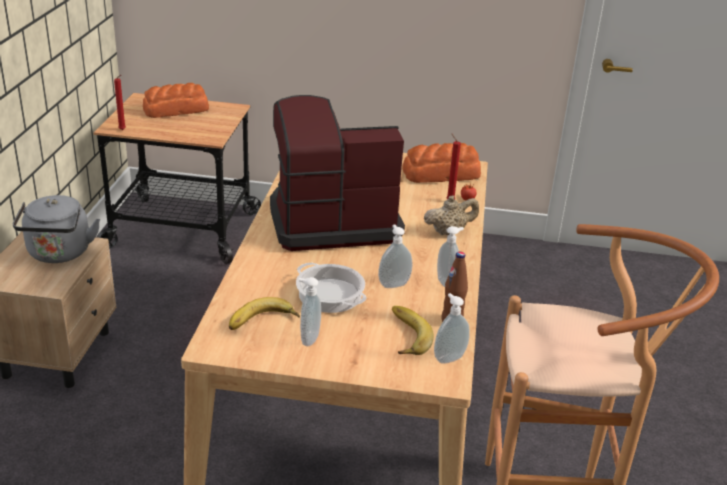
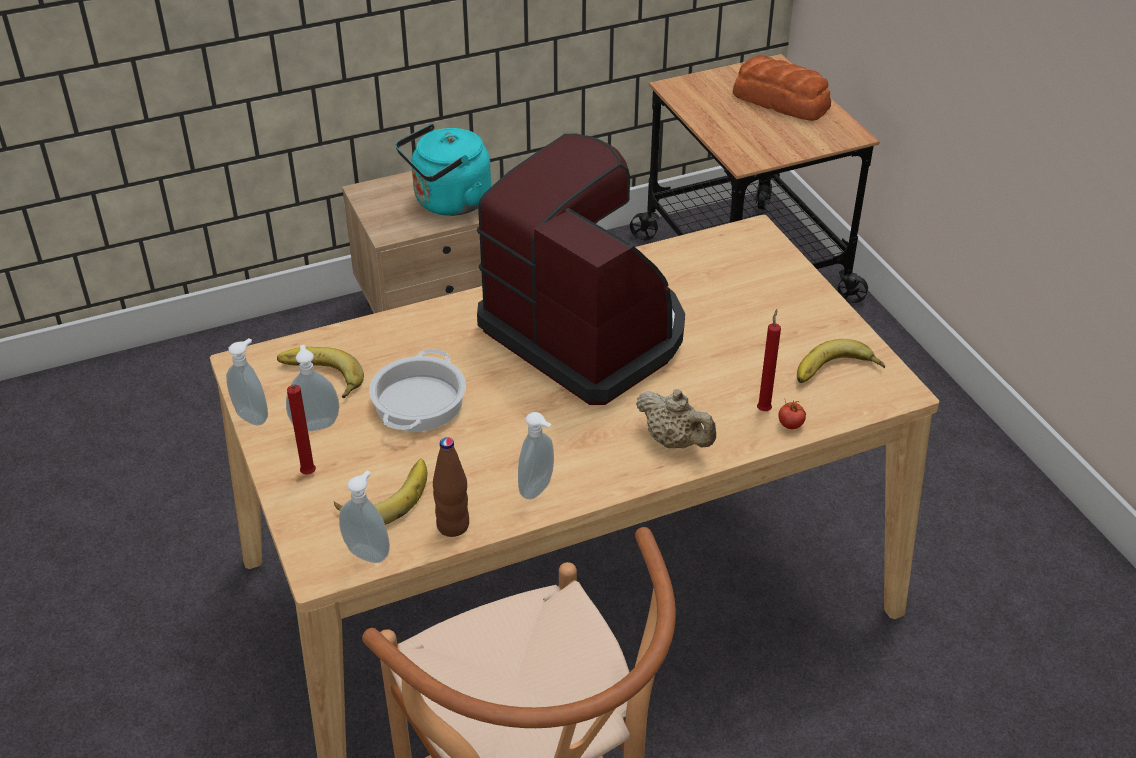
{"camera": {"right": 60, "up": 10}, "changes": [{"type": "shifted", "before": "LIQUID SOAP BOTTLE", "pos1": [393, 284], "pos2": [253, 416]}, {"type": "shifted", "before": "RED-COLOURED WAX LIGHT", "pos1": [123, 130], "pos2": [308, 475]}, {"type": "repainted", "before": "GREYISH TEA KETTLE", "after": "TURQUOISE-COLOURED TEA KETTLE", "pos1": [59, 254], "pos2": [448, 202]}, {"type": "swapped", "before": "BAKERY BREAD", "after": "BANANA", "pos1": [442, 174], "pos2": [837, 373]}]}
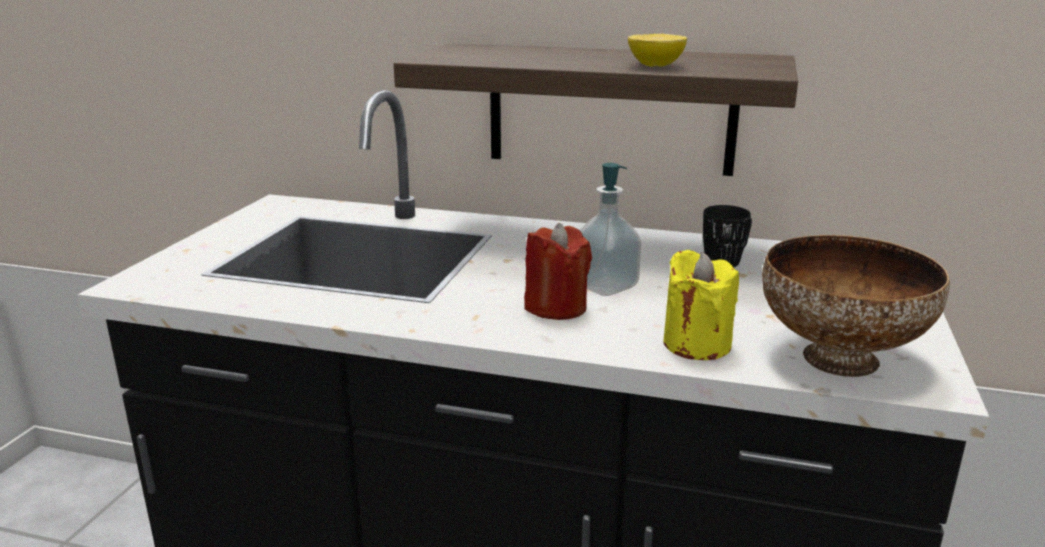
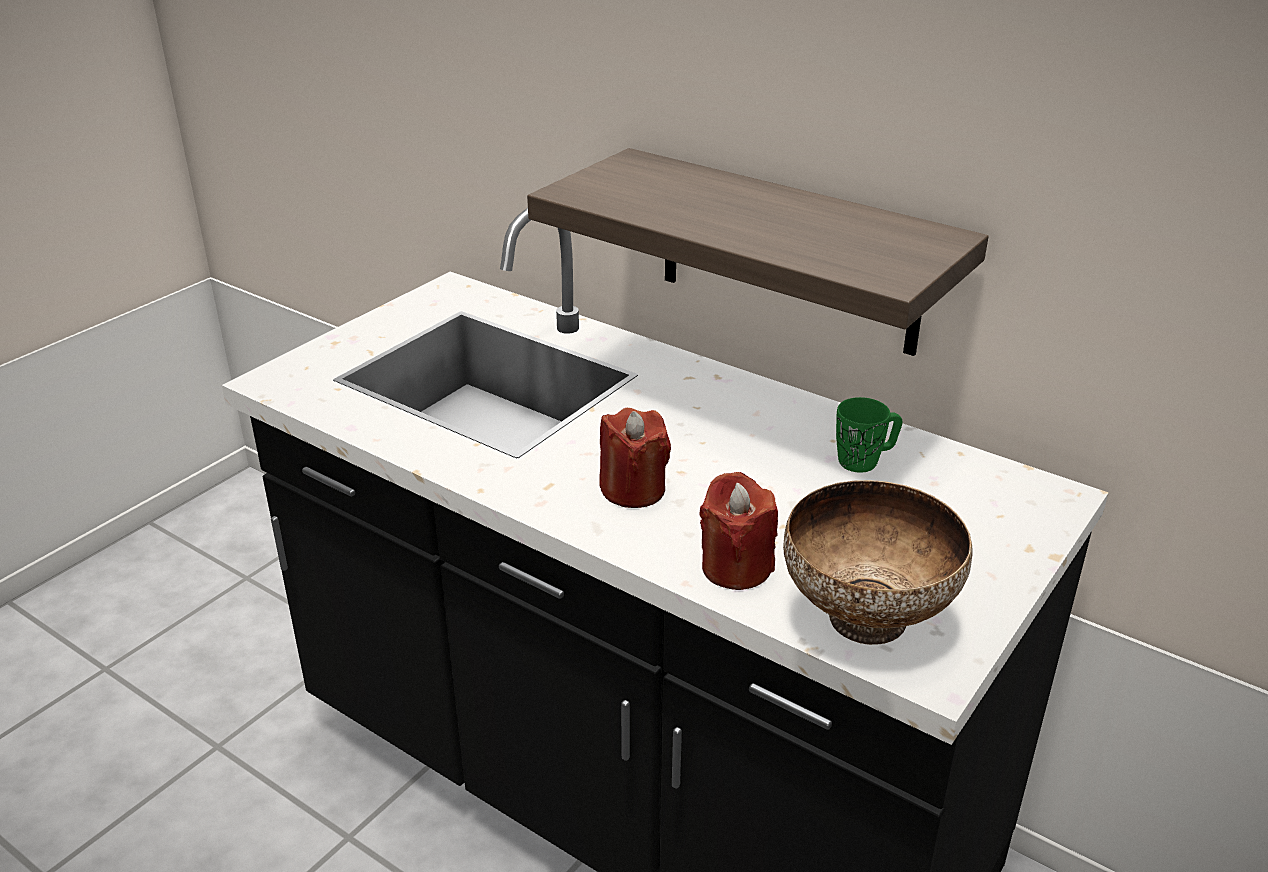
{"camera": {"right": 20, "up": 10}, "changes": [{"type": "repainted", "before": "YELLOWISH WAX LIGHT", "after": "RED-COLOURED WAX LIGHT", "pos1": [696, 344], "pos2": [736, 567]}, {"type": "repainted", "before": "BLACK-COLOURED TEA MUG", "after": "GREEN TEA MUG", "pos1": [727, 260], "pos2": [865, 460]}, {"type": "gone", "before": "LIQUID SOAP BOTTLE", "pos1": [605, 286]}, {"type": "gone", "before": "WHOLE LEMON", "pos1": [655, 66]}]}
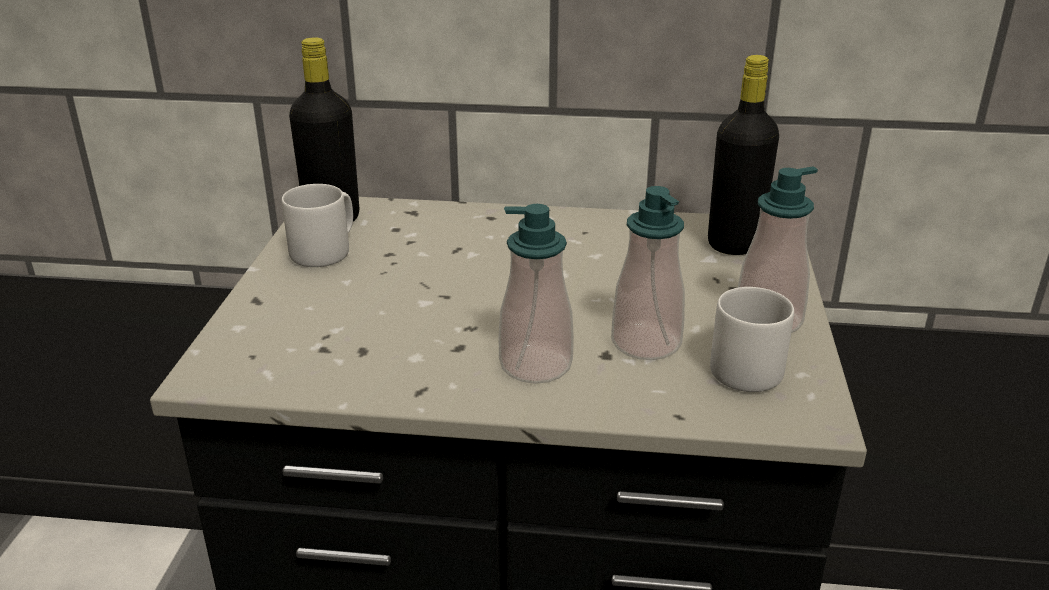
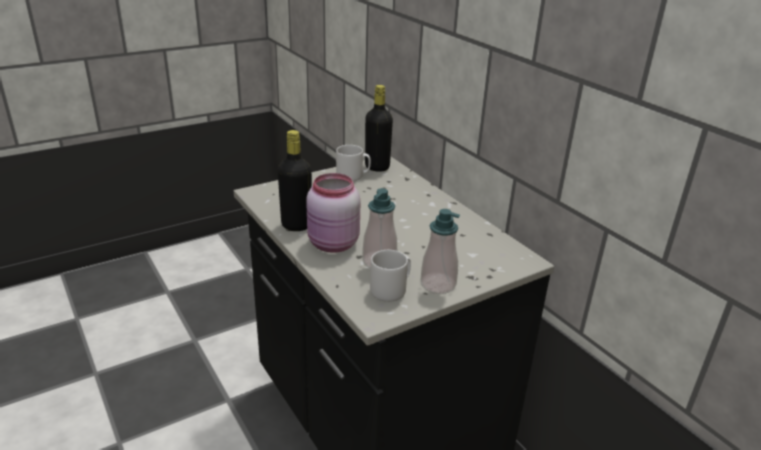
{"camera": {"right": 50, "up": 0}, "changes": [{"type": "shifted", "before": "BLACK-COLOURED BEVERAGE BOTTLE", "pos1": [734, 244], "pos2": [296, 225]}, {"type": "swapped", "before": "LIQUID SOAP BOTTLE", "after": "PINK JAR", "pos1": [535, 365], "pos2": [333, 244]}]}
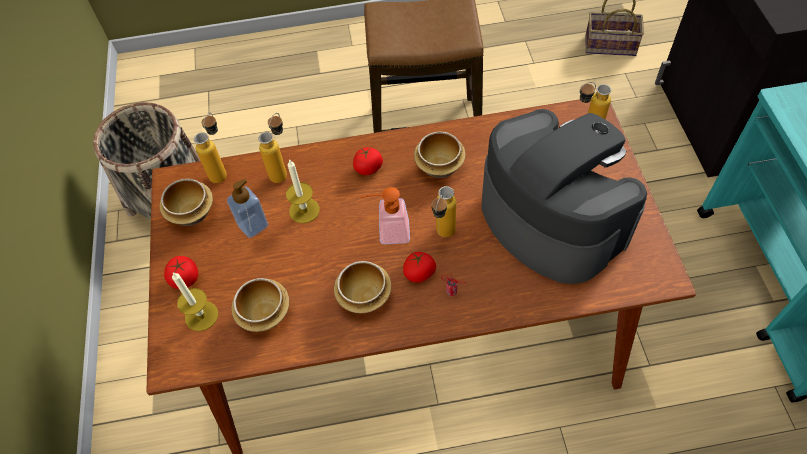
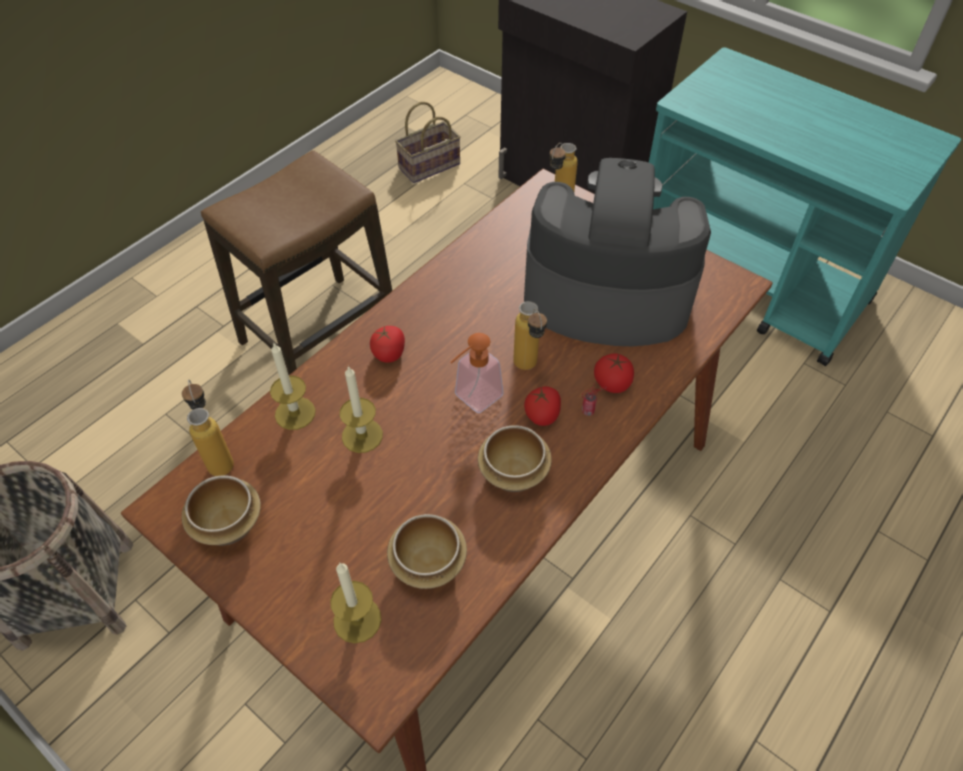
{"camera": {"right": -45, "up": -5}, "changes": [{"type": "swapped", "before": "BEVERAGE BOTTLE", "after": "WAX LIGHT", "pos1": [282, 171], "pos2": [295, 413]}, {"type": "shifted", "before": "TOMATO", "pos1": [185, 279], "pos2": [612, 383]}, {"type": "gone", "before": "LIQUID SOAP BOTTLE", "pos1": [253, 225]}, {"type": "gone", "before": "SERVING BOWL", "pos1": [440, 166]}]}
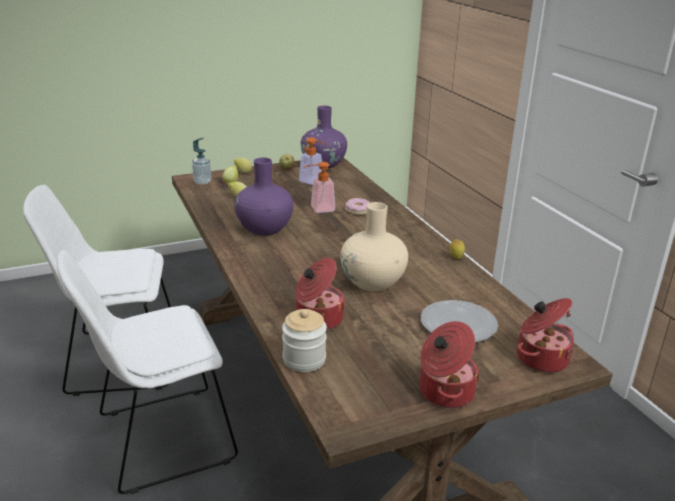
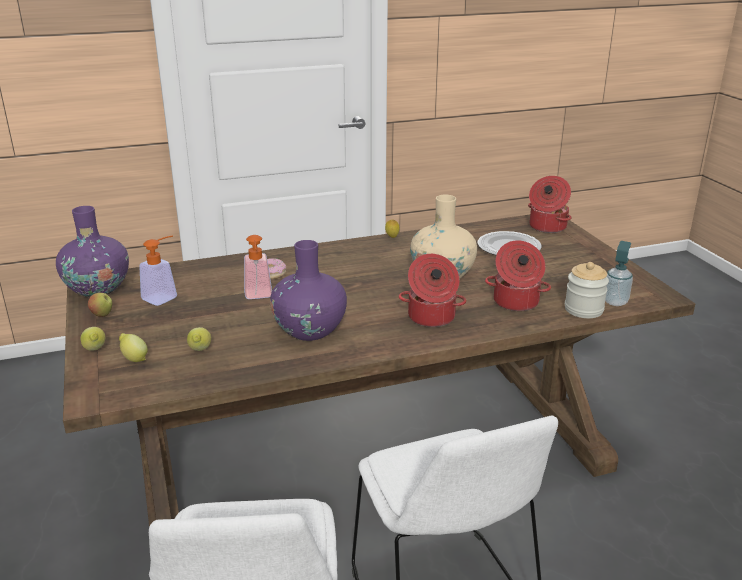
{"camera": {"right": -85, "up": 0}, "changes": [{"type": "shifted", "before": "COOKING POT", "pos1": [444, 392], "pos2": [431, 317]}, {"type": "shifted", "before": "LIQUID SOAP BOTTLE", "pos1": [202, 182], "pos2": [615, 302]}]}
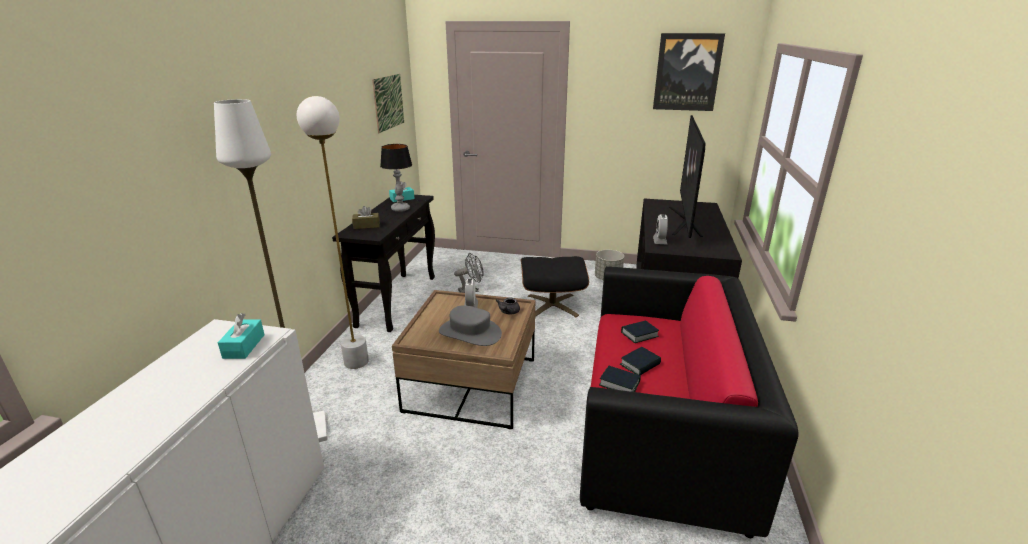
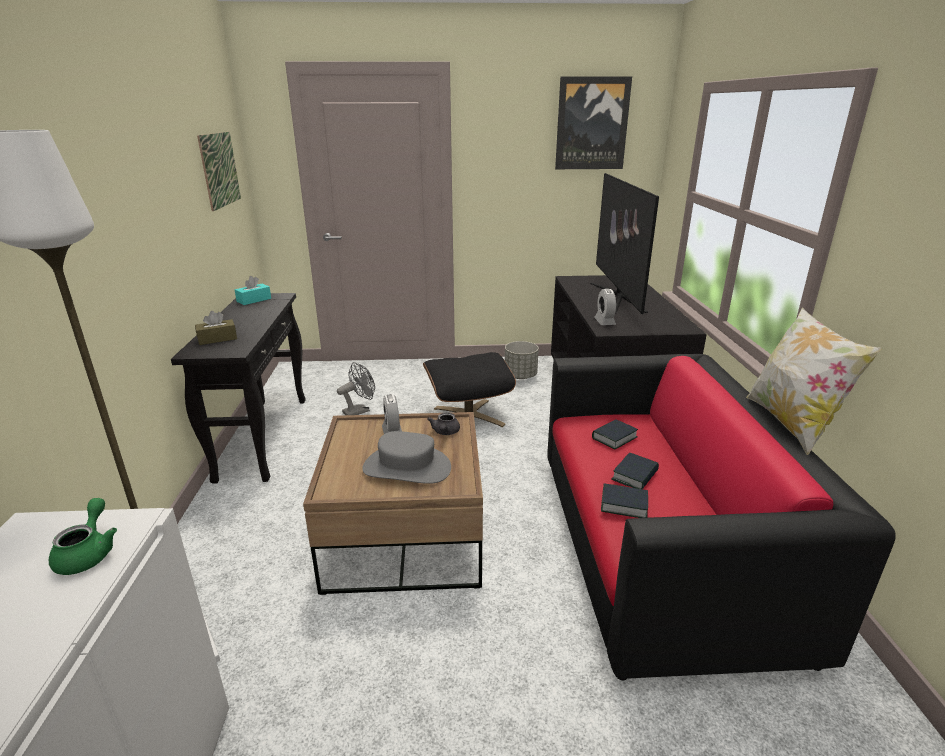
{"camera": {"right": -15, "up": 0}, "changes": [{"type": "swapped", "before": "TURQUOISE-COLOURED BOX OF TISSUES", "after": "GREEN TEA POT", "pos1": [244, 346], "pos2": [89, 553]}, {"type": "new", "after": "PILLOW", "pos2": [791, 423]}, {"type": "gone", "before": "WHITE FLOOR LAMP", "pos1": [356, 362]}, {"type": "gone", "before": "LAMP FOR A TABLE", "pos1": [400, 209]}]}
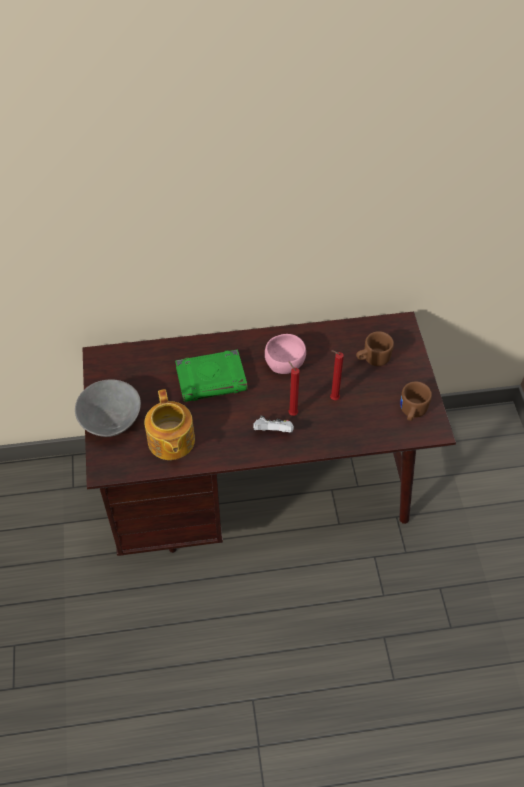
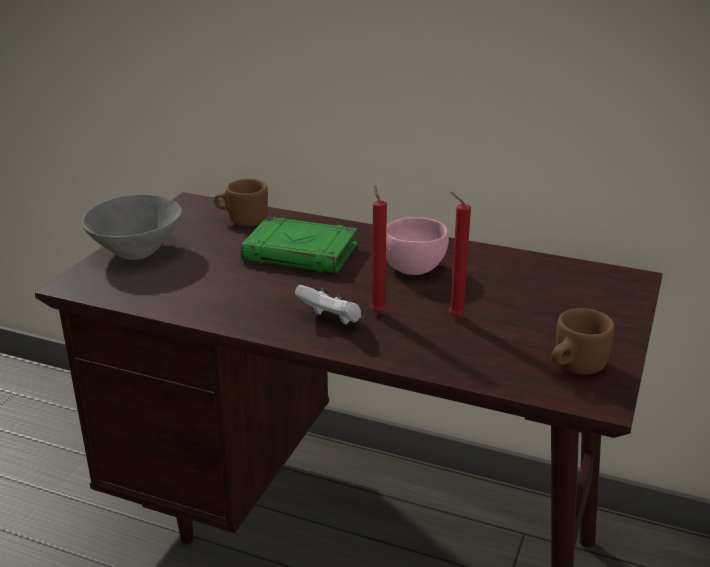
{"camera": {"right": 30, "up": -25}, "changes": [{"type": "shifted", "before": "BROWN-COLOURED TEA MUG", "pos1": [372, 359], "pos2": [242, 220]}, {"type": "gone", "before": "TEA POT", "pos1": [170, 441]}]}
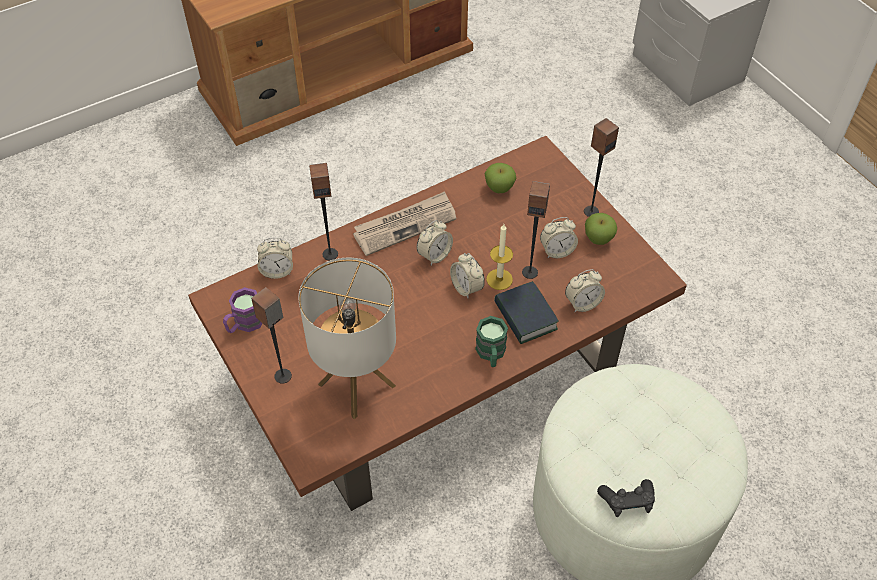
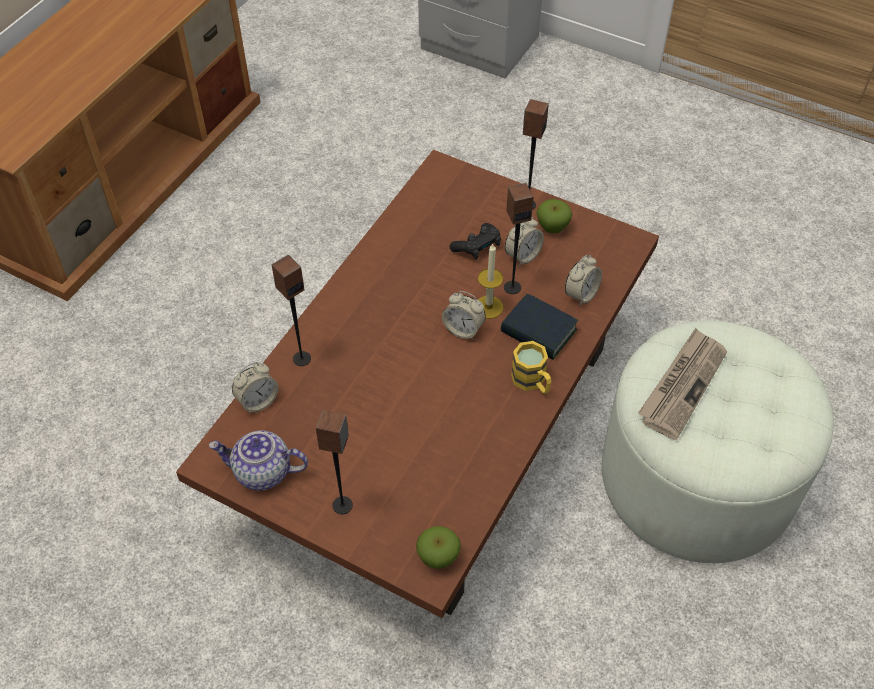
{"camera": {"right": -30, "up": 0}, "changes": [{"type": "swapped", "before": "PURPLE-COLOURED TEA MUG", "after": "TEA POT", "pos1": [244, 324], "pos2": [262, 472]}, {"type": "shifted", "before": "WHOLE APPLE", "pos1": [499, 188], "pos2": [438, 557]}, {"type": "shifted", "before": "BLACK-COLOURED JOYPAD", "pos1": [627, 501], "pos2": [477, 247]}, {"type": "repainted", "before": "GREEN TEA MUG", "after": "YELLOWISH TEA MUG", "pos1": [491, 354], "pos2": [532, 382]}, {"type": "shifted", "before": "DAILY PAPER", "pos1": [405, 225], "pos2": [682, 385]}, {"type": "gone", "before": "LAMP FOR A TABLE", "pos1": [356, 384]}, {"type": "gone", "before": "ALARM CLOCK", "pos1": [434, 255]}]}
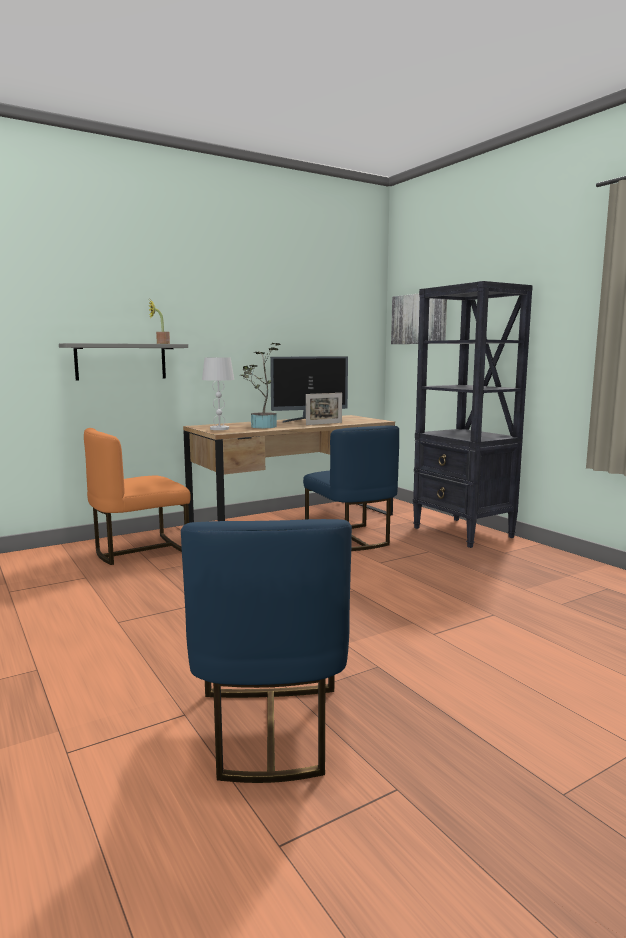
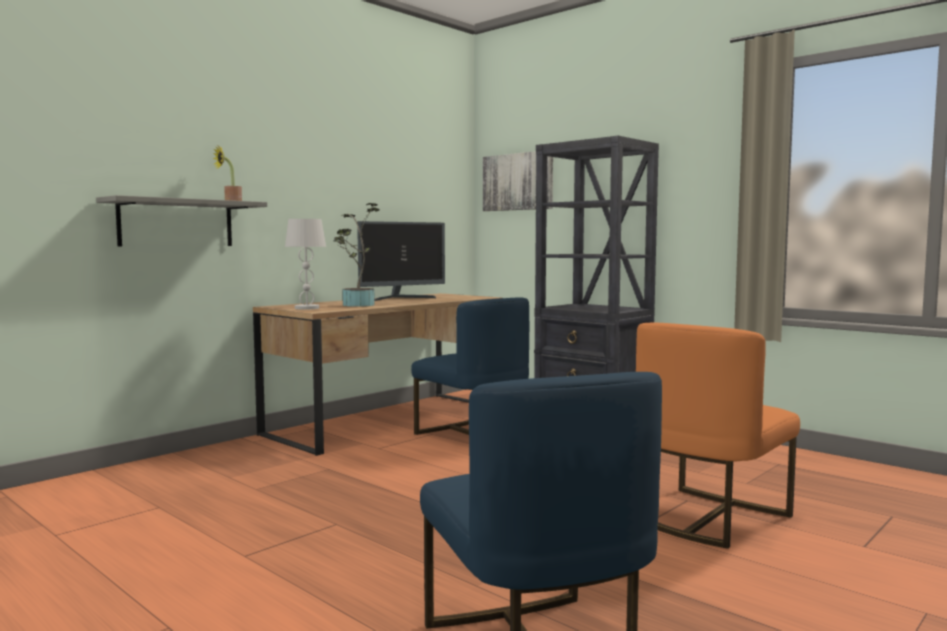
{"camera": {"right": -15, "up": -5}, "changes": [{"type": "shifted", "before": "ORANGE CHAIR", "pos1": [139, 550], "pos2": [710, 518]}, {"type": "gone", "before": "STANDING FRAME", "pos1": [324, 423]}]}
